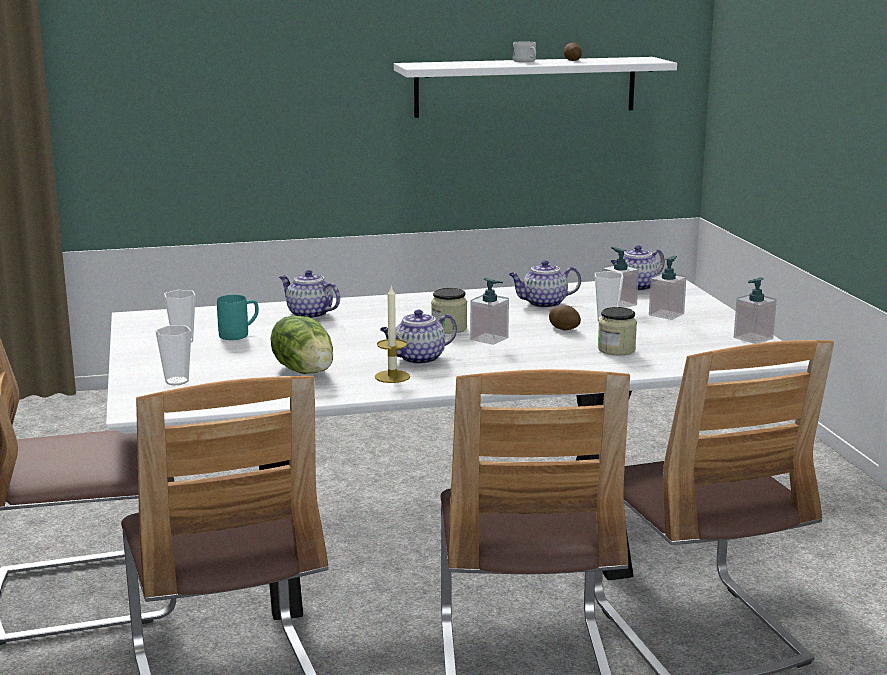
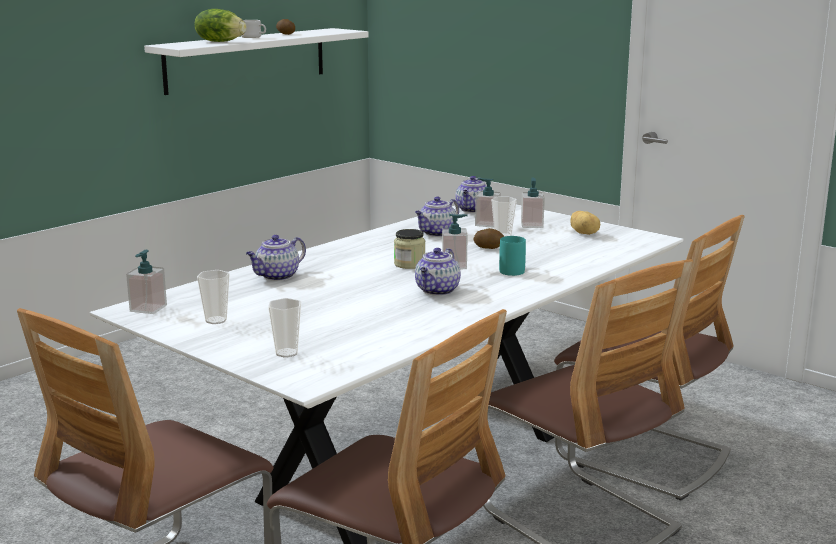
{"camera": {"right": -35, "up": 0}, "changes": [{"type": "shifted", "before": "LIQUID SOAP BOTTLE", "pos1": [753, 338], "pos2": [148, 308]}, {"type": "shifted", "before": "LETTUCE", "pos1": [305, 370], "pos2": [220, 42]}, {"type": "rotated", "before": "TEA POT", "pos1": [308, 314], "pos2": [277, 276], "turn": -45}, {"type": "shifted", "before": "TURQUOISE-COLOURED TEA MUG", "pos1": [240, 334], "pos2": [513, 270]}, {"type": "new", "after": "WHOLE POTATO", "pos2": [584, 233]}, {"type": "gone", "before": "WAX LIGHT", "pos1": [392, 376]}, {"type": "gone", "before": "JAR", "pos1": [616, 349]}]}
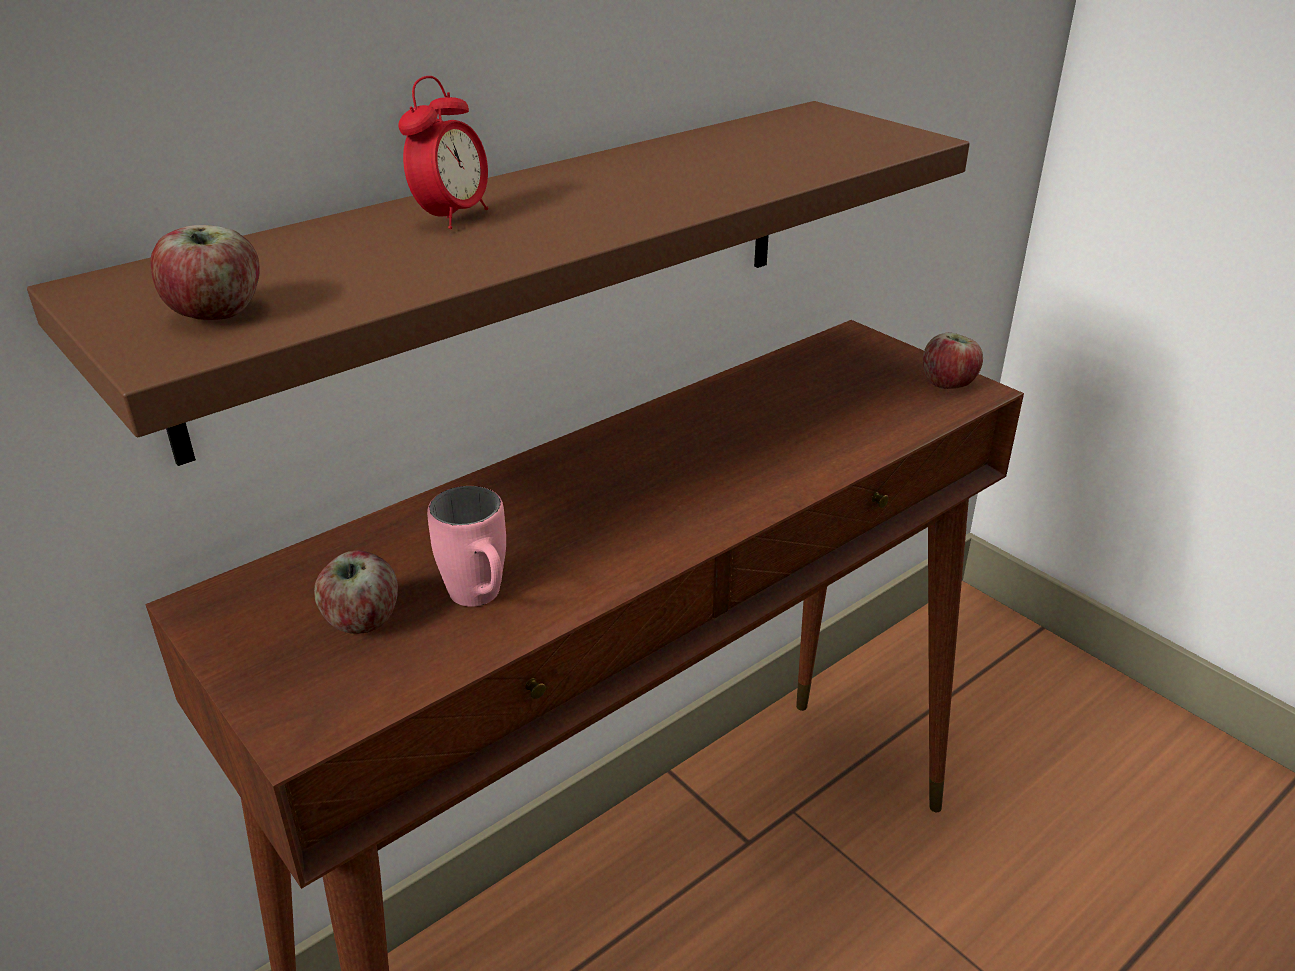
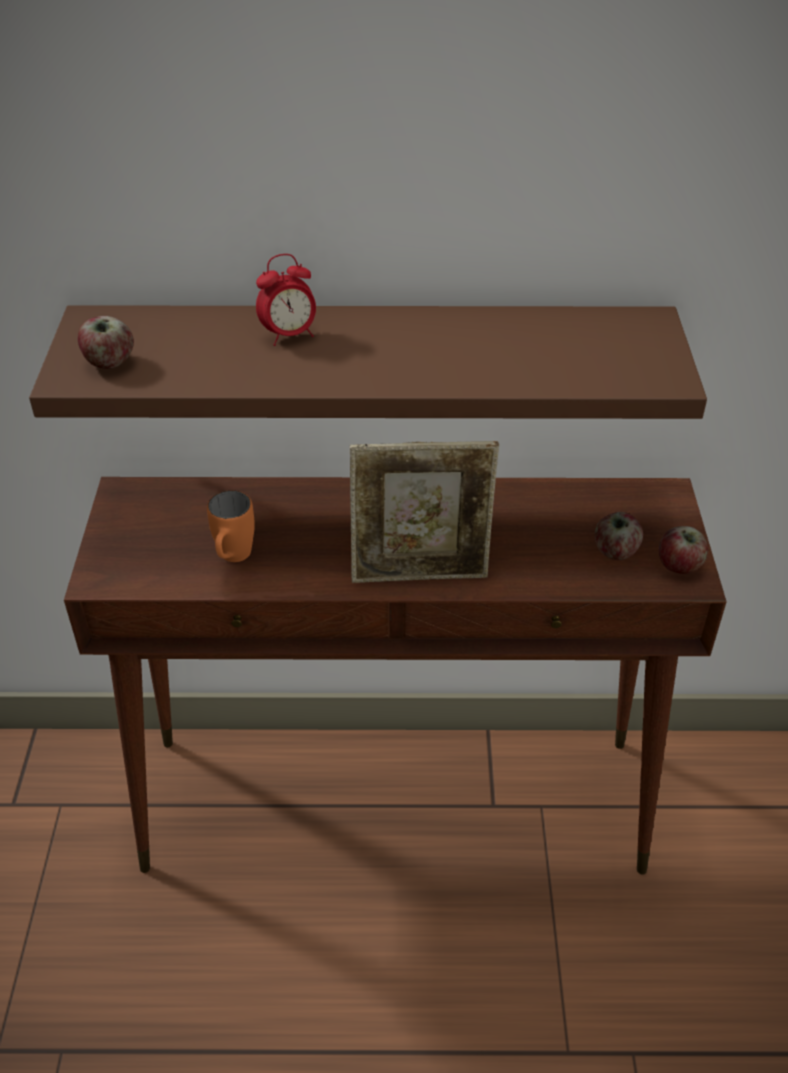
{"camera": {"right": 40, "up": 10}, "changes": [{"type": "repainted", "before": "PINK TEA MUG", "after": "ORANGE TEA MUG", "pos1": [481, 601], "pos2": [232, 559]}, {"type": "new", "after": "STANDING FRAME", "pos2": [420, 574]}, {"type": "shifted", "before": "WHOLE APPLE", "pos1": [362, 621], "pos2": [615, 552]}]}
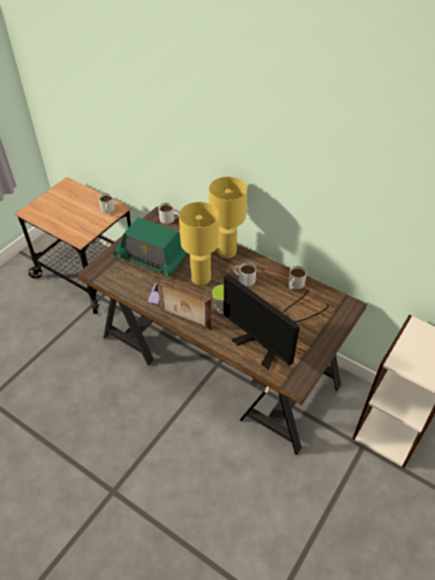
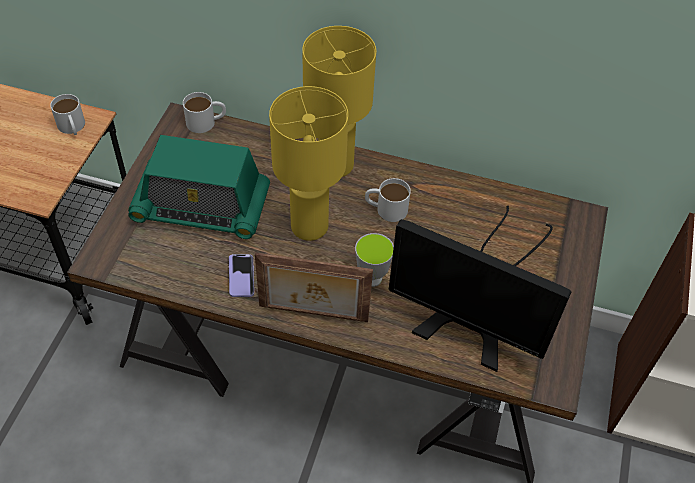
{"camera": {"right": -20, "up": 5}, "changes": [{"type": "gone", "before": "WHITE TEA MUG", "pos1": [294, 285]}]}
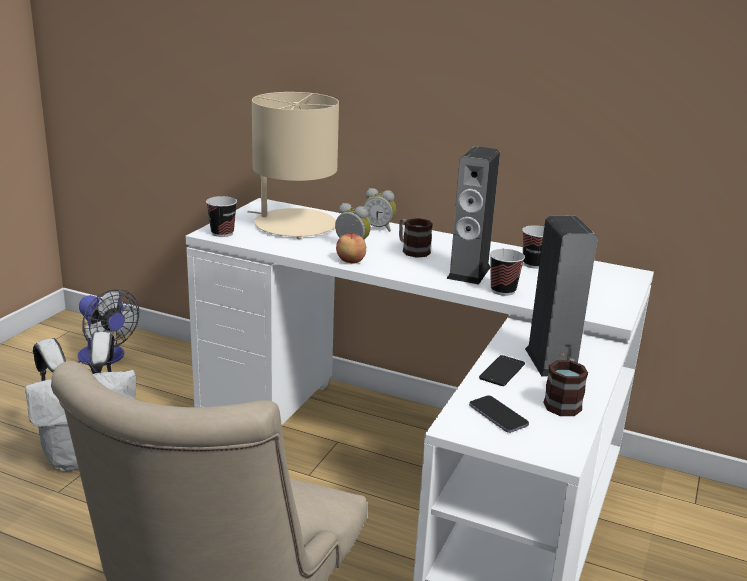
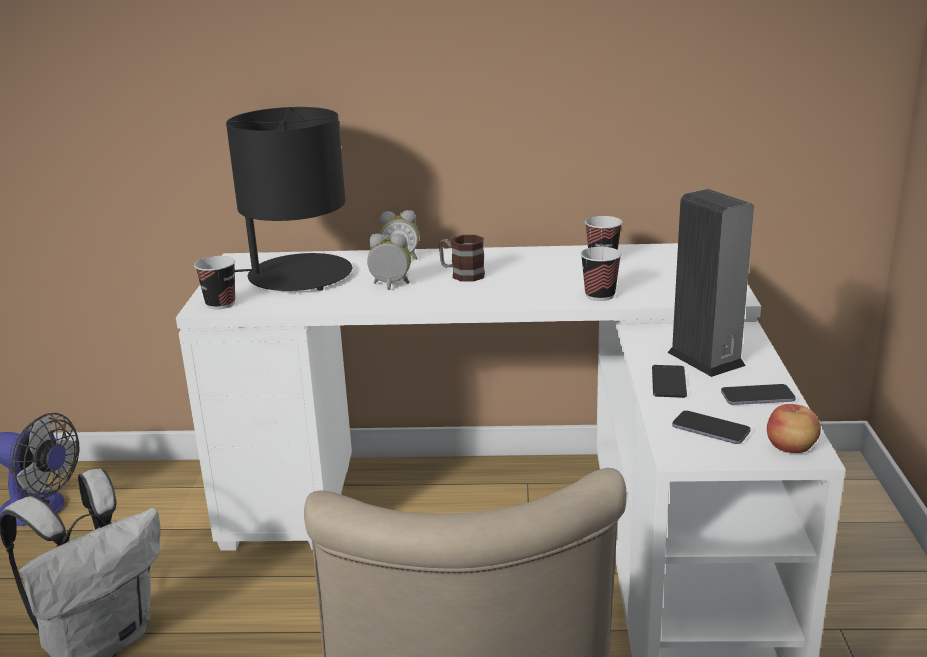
{"camera": {"right": -20, "up": 0}, "changes": [{"type": "repainted", "before": "BEIGE-COLOURED LAMP FOR A TABLE", "after": "BLACK-COLOURED LAMP FOR A TABLE", "pos1": [294, 225], "pos2": [298, 275]}, {"type": "swapped", "before": "TEA MUG", "after": "TELEPHONE", "pos1": [563, 402], "pos2": [757, 397]}, {"type": "shifted", "before": "WHOLE APPLE", "pos1": [350, 261], "pos2": [791, 448]}, {"type": "gone", "before": "SPEAKER", "pos1": [468, 272]}]}
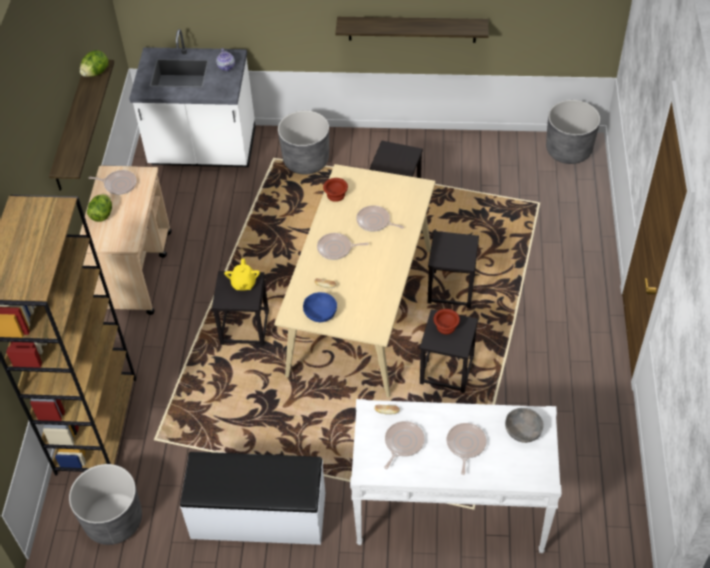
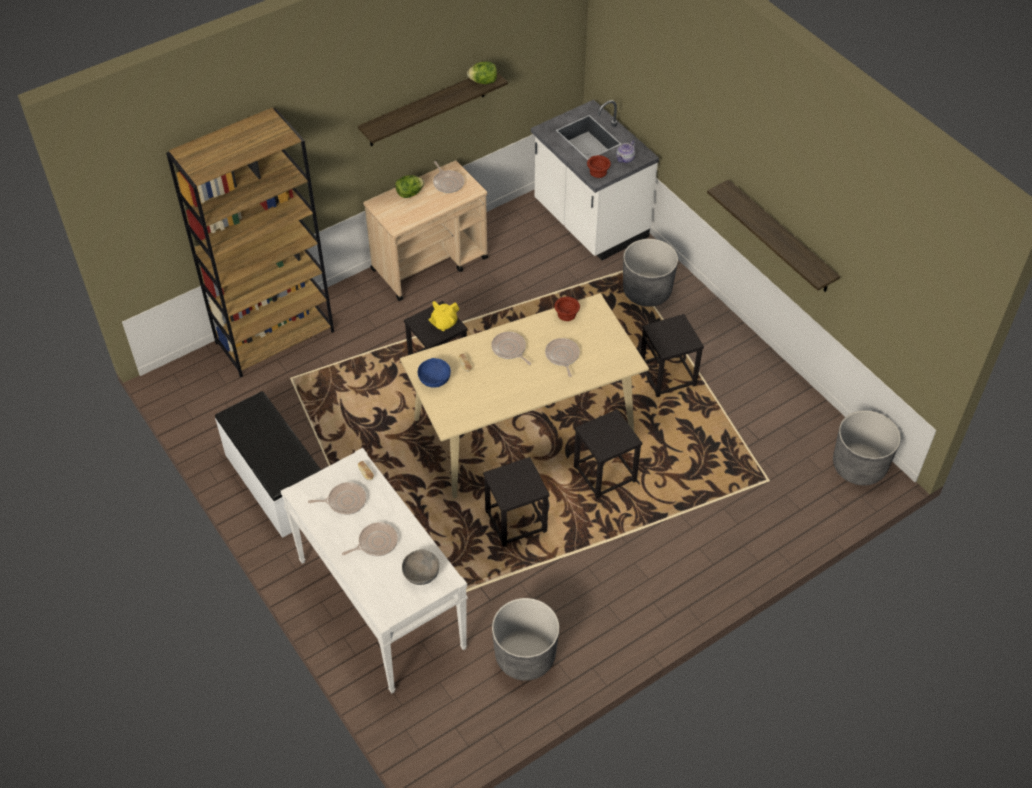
{"camera": {"right": 50, "up": 0}, "changes": [{"type": "shifted", "before": "GREYISH PLANT POT", "pos1": [114, 520], "pos2": [525, 656]}, {"type": "shifted", "before": "BROWN-COLOURED SERVING BOWL", "pos1": [446, 326], "pos2": [599, 172]}]}
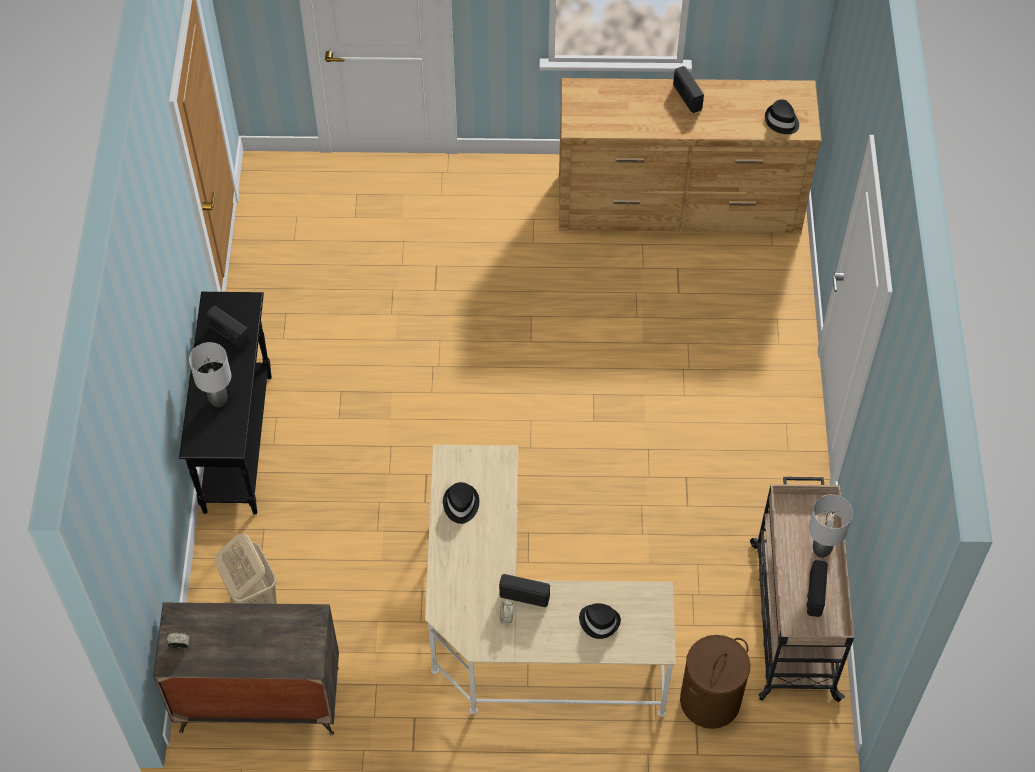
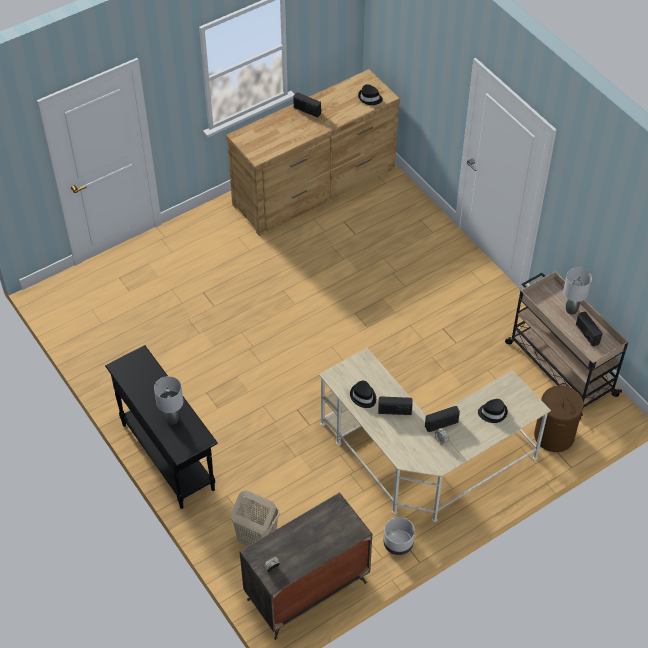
{"camera": {"right": -35, "up": -5}, "changes": [{"type": "shifted", "before": "RADIO SET", "pos1": [229, 334], "pos2": [394, 411]}, {"type": "new", "after": "GREYISH PLANT POT", "pos2": [398, 543]}]}
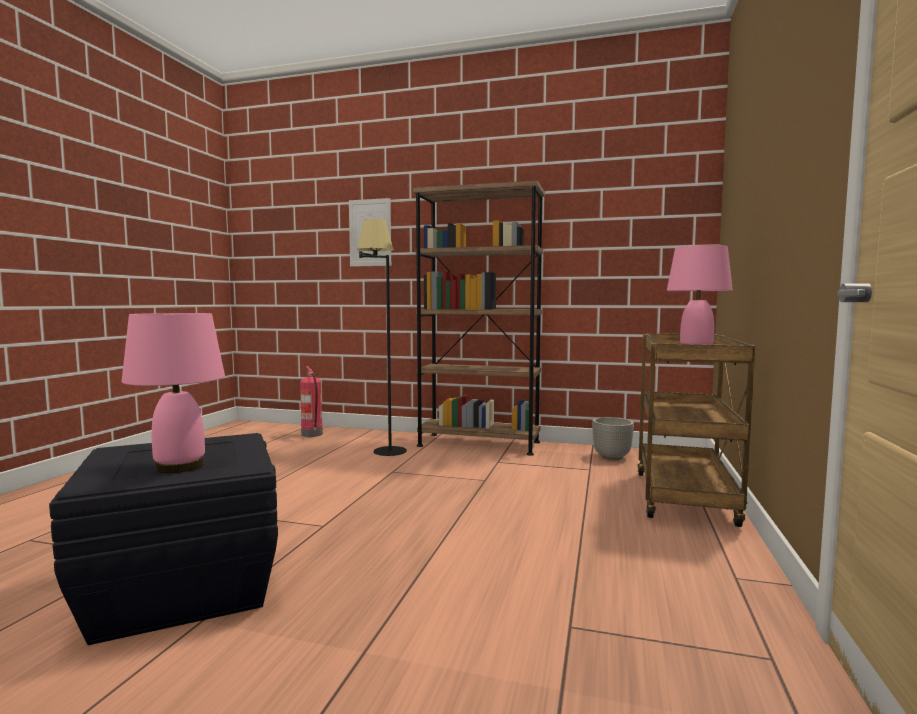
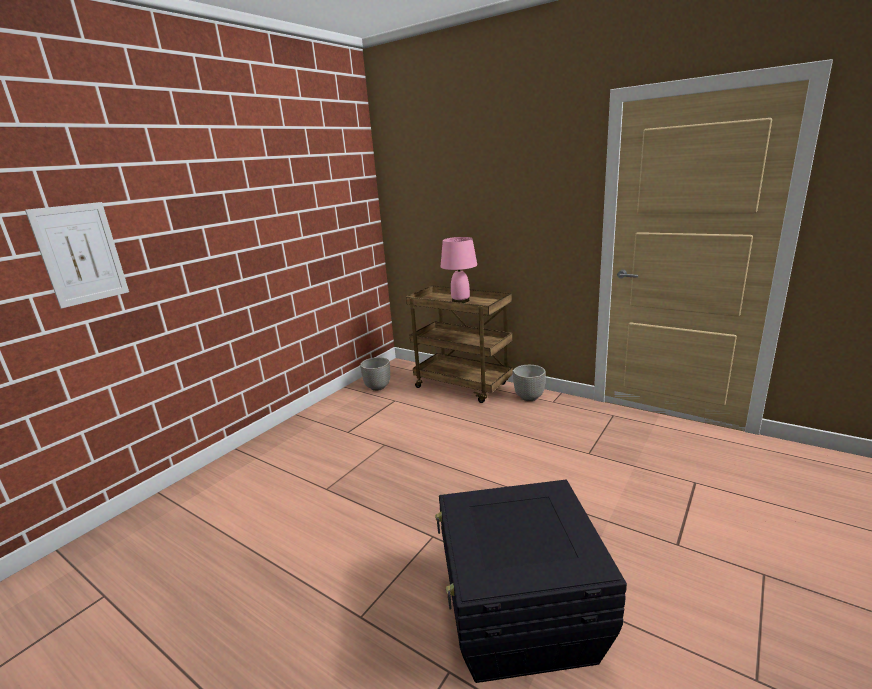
{"camera": {"right": -70, "up": 15}, "changes": [{"type": "new", "after": "PLANT POT", "pos2": [529, 397]}, {"type": "gone", "before": "PINK LAMP FOR A TABLE", "pos1": [181, 466]}, {"type": "gone", "before": "EXTINGUISHER", "pos1": [312, 434]}, {"type": "gone", "before": "BLACK-COLOURED FLOOR LAMP", "pos1": [382, 447]}, {"type": "gone", "before": "BROWN-COLOURED SHELVING UNIT", "pos1": [479, 444]}]}
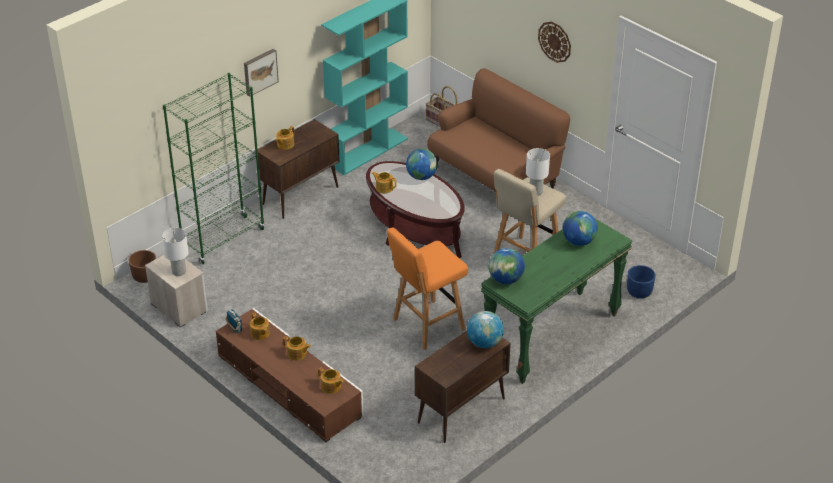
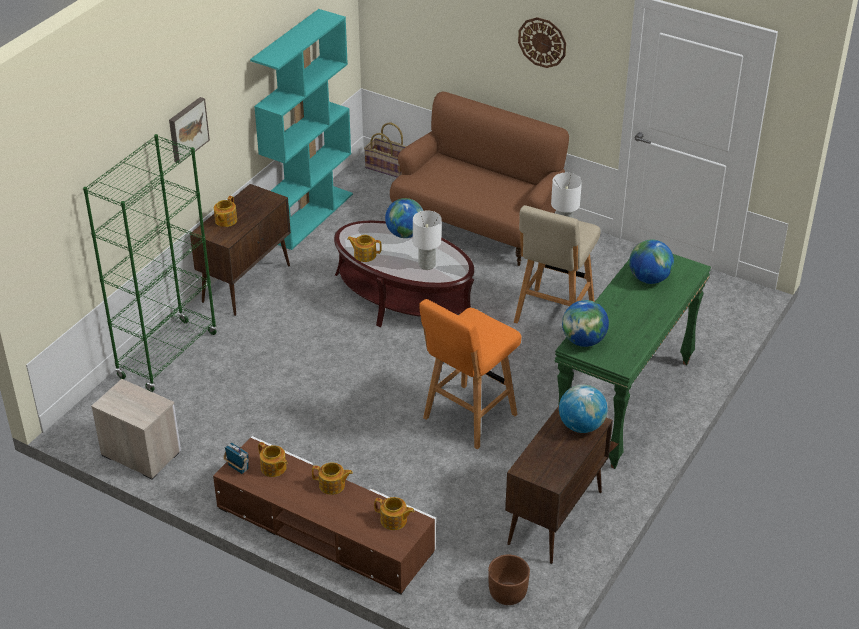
{"camera": {"right": -15, "up": 0}, "changes": [{"type": "shifted", "before": "WHITE LAMP FOR A TABLE", "pos1": [178, 271], "pos2": [426, 264]}, {"type": "shifted", "before": "BROWN-COLOURED PLANT POT", "pos1": [145, 276], "pos2": [508, 593]}, {"type": "gone", "before": "BLUISH PLANT POT", "pos1": [639, 292]}]}
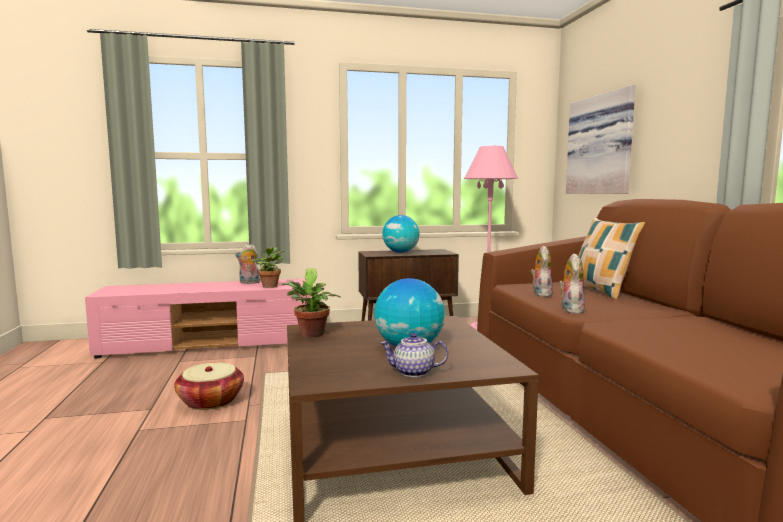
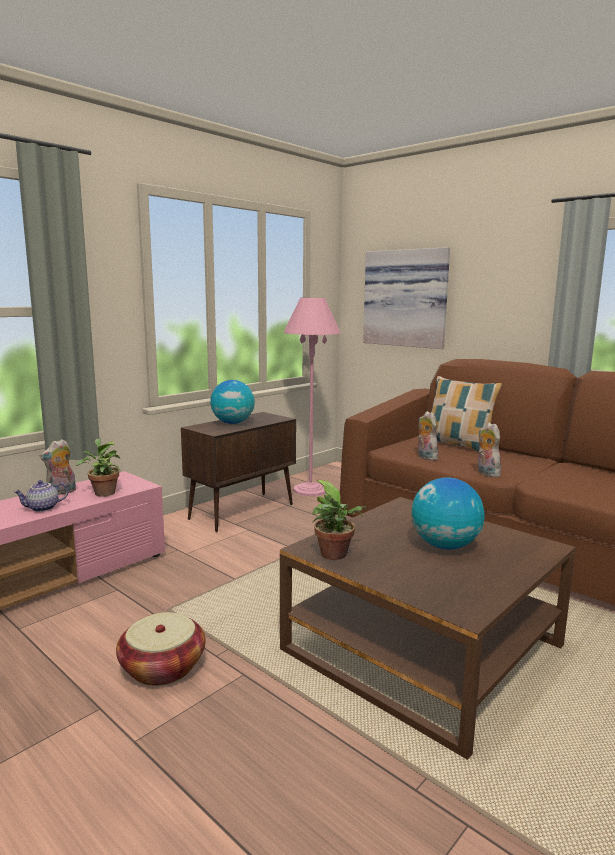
{"camera": {"right": -35, "up": 5}, "changes": [{"type": "shifted", "before": "TEA POT", "pos1": [413, 372], "pos2": [43, 508]}]}
